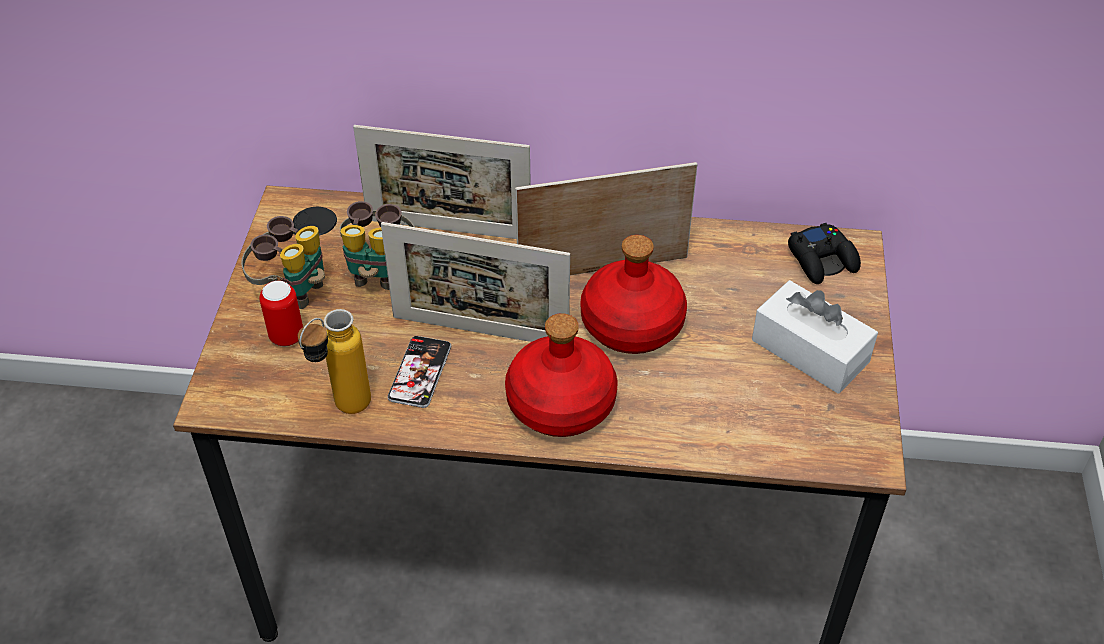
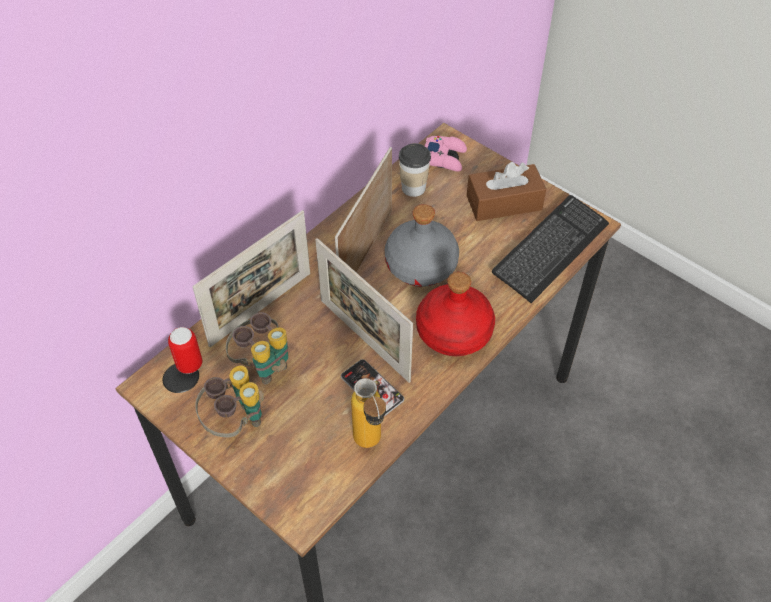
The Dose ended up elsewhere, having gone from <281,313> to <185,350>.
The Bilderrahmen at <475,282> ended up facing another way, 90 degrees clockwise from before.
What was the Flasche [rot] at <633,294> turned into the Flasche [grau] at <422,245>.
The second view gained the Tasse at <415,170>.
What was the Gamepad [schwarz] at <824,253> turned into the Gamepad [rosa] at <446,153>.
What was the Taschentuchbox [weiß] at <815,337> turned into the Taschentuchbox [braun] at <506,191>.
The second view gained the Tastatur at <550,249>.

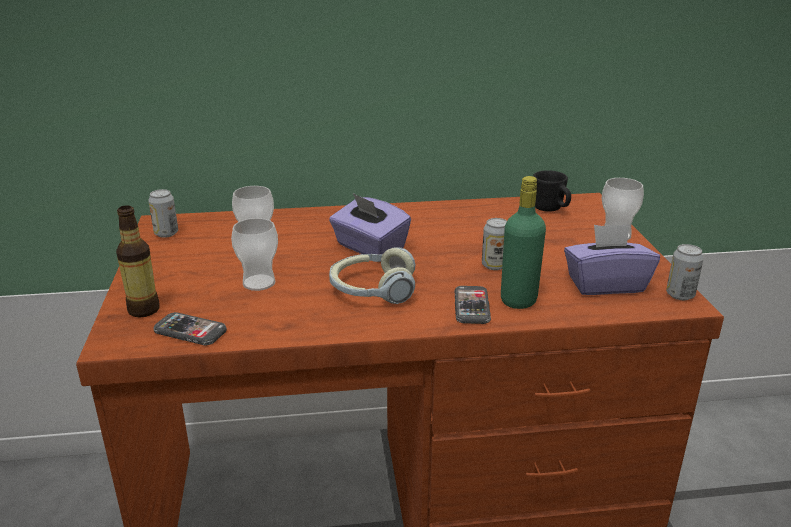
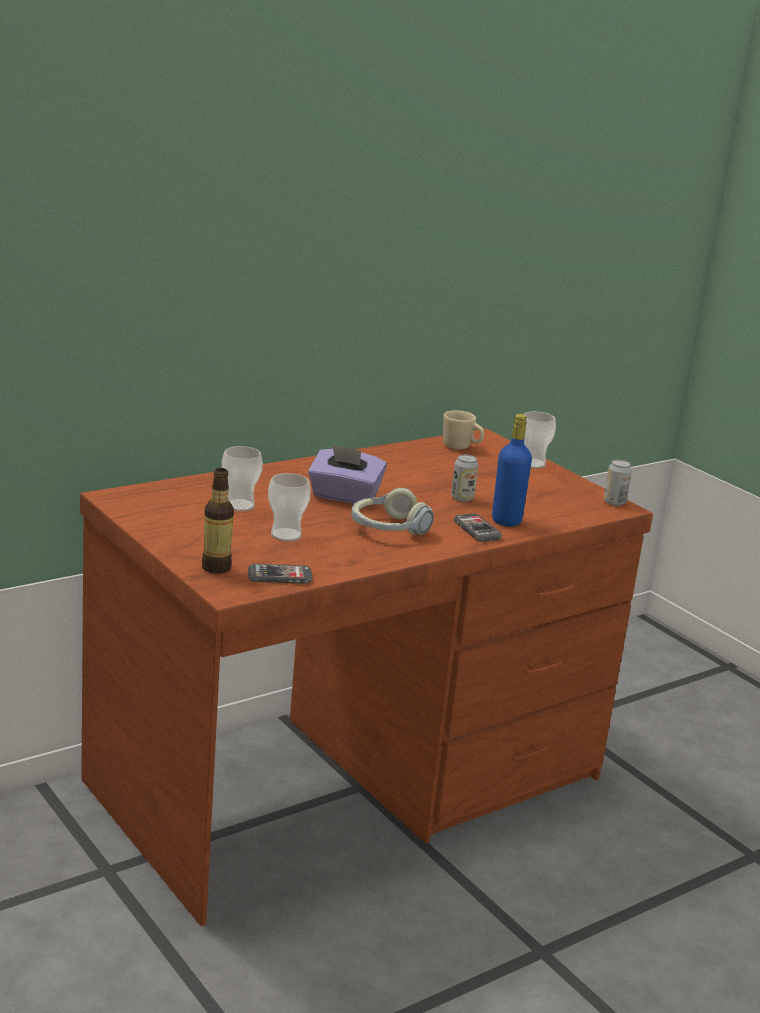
What was the Henkelbecher [schwarz] at <552,191> turned into the Henkelbecher [beige] at <463,430>.
What was the Flasche [grün] at <523,242> turned into the Flasche [blau] at <512,470>.
The second view lost the Dose at <163,213>.
The second view lost the Taschentuchbox [lila] at <612,259>.

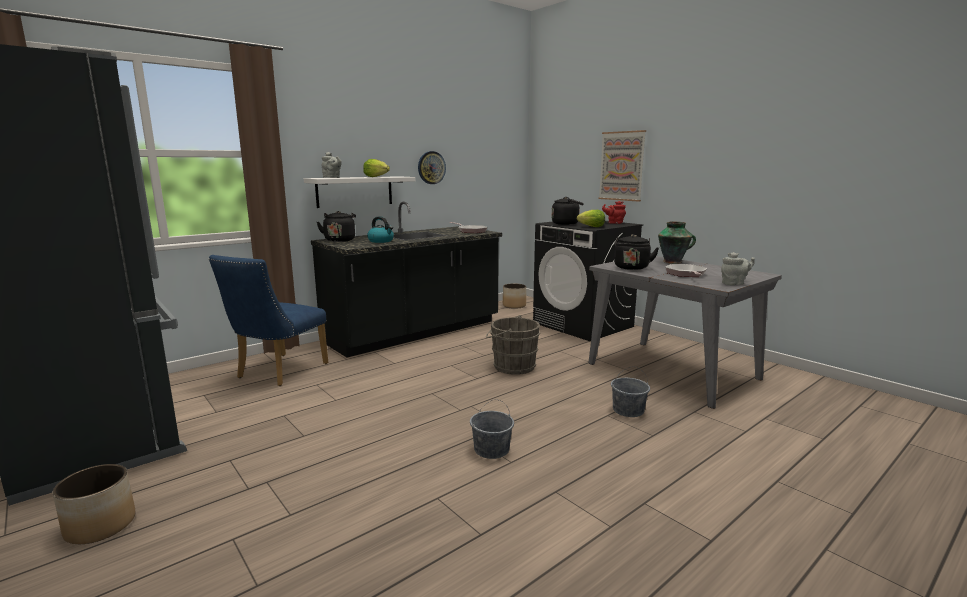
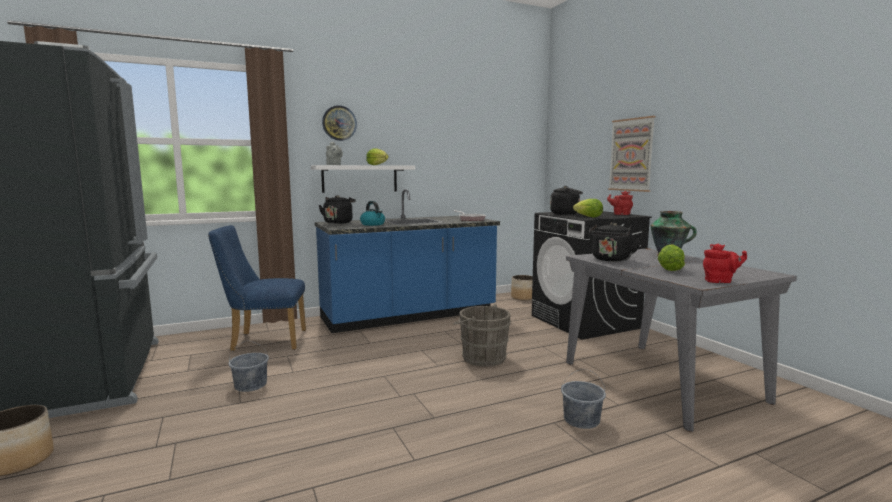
The Stuhl [blau] at <268,320> ended up facing another way, 45 degrees clockwise from before.
The Eimer [grau] ended up elsewhere, having gone from <492,429> to <249,366>.
What was the Küchenzeile [schwarz] at <406,279> turned into the Küchenzeile [blau] at <407,261>.
The Wanduhr ended up elsewhere, having gone from <432,167> to <339,123>.
Where the Pfanne stood at <686,270>, the Salatkopf came to stand at <671,257>.
What was the Teekanne [grau] at <738,268> turned into the Teekanne [rot] at <725,263>.

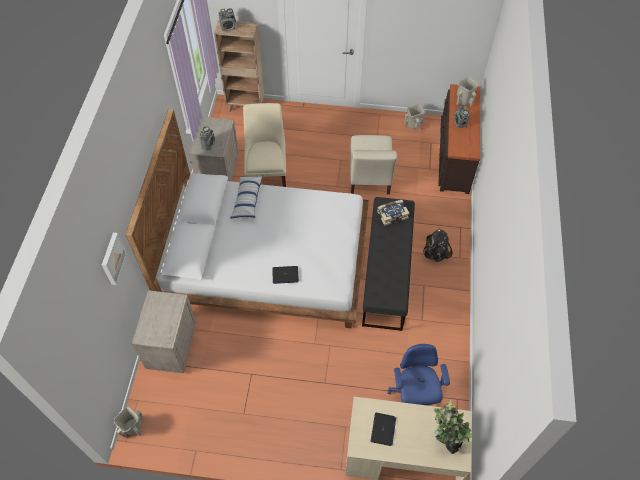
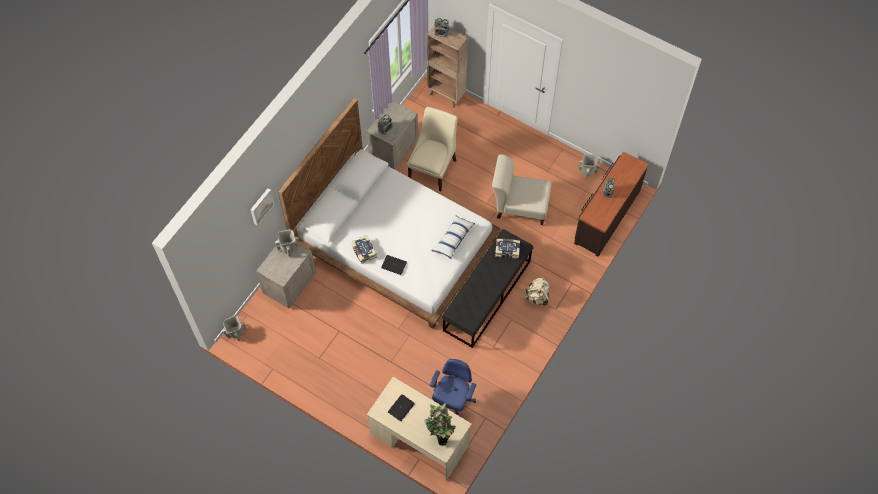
The Vase [beige] ended up elsewhere, having gone from <468,92> to <286,243>.
The second view gained the Buch at <364,249>.
The Kissen ended up elsewhere, having gone from <246,197> to <453,237>.
The Stuhl [beige] at <374,164> ended up facing another way, 75 degrees clockwise from before.
What was the Rucksack [schwarz] at <438,245> turned into the Rucksack [beige] at <537,291>.

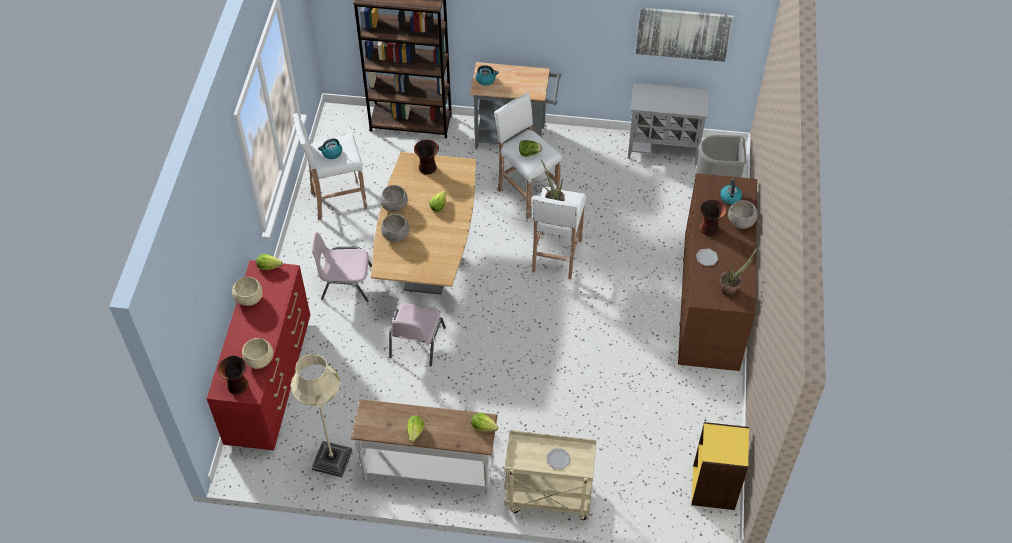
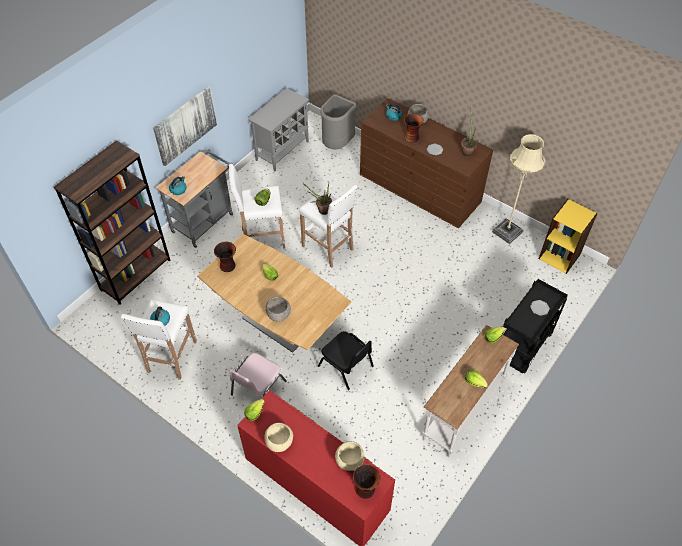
The Bild ended up elsewhere, having gone from <684,34> to <185,126>.
What was the Stuhl [rosa] at <417,334> turned into the Stuhl [schwarz] at <346,360>.
The Stehlampe [beige] ended up elsewhere, having gone from <321,415> to <518,189>.
What was the Rollwagen [beige] at <550,474> turned into the Rollwagen [schwarz] at <535,326>.
The second view lost the Schüssel [grau] at <394,198>.

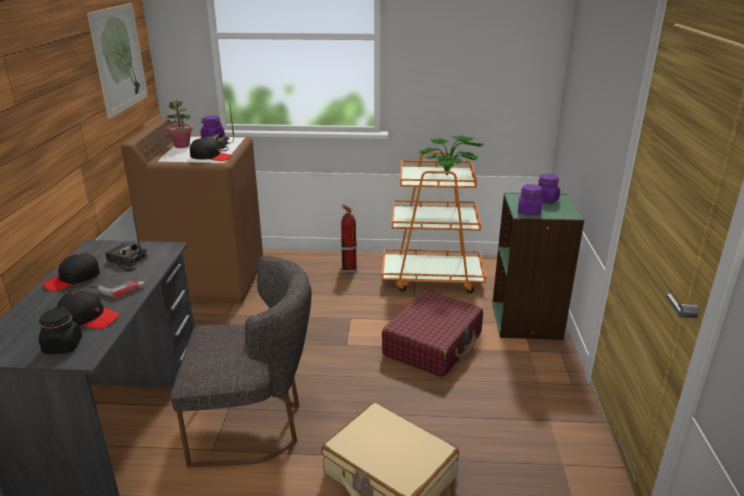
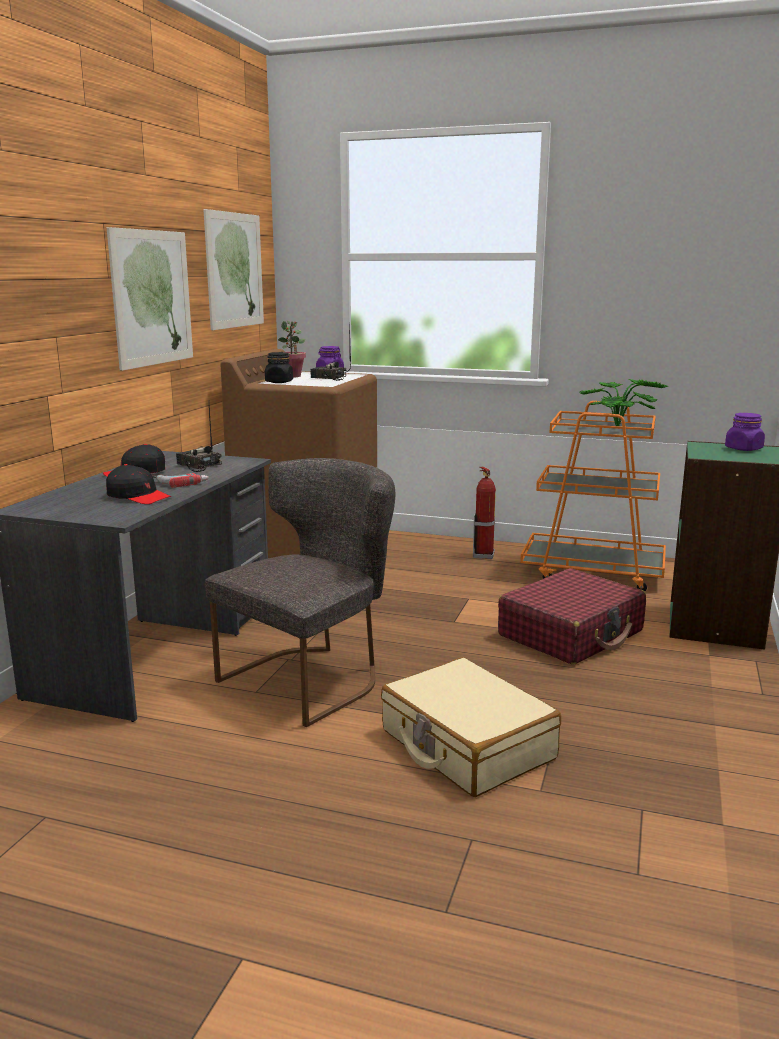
The second view gained the Bild at <150,299>.
The Stuhl [grau] at <240,361> ended up facing another way, 60 degrees counterclockwise from before.
The Vorratsglas [schwarz] ended up elsewhere, having gone from <60,330> to <279,367>.
The second view lost the Kappe [schwarz] at <211,149>.
The second view lost the Vorratsglas [lila] at <530,199>.

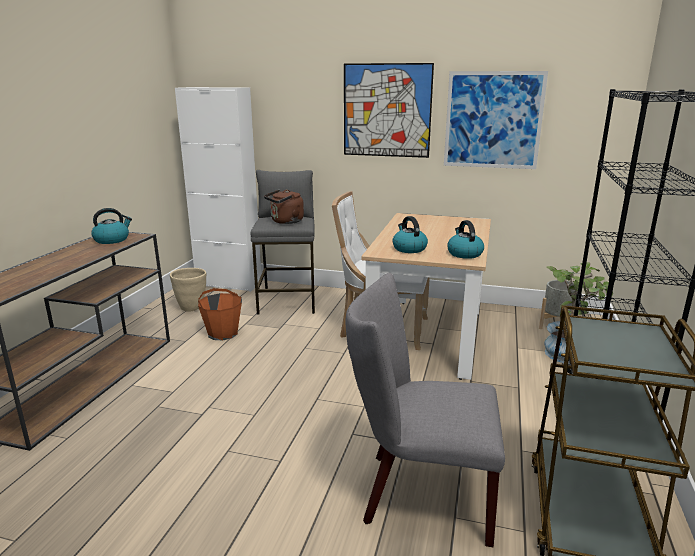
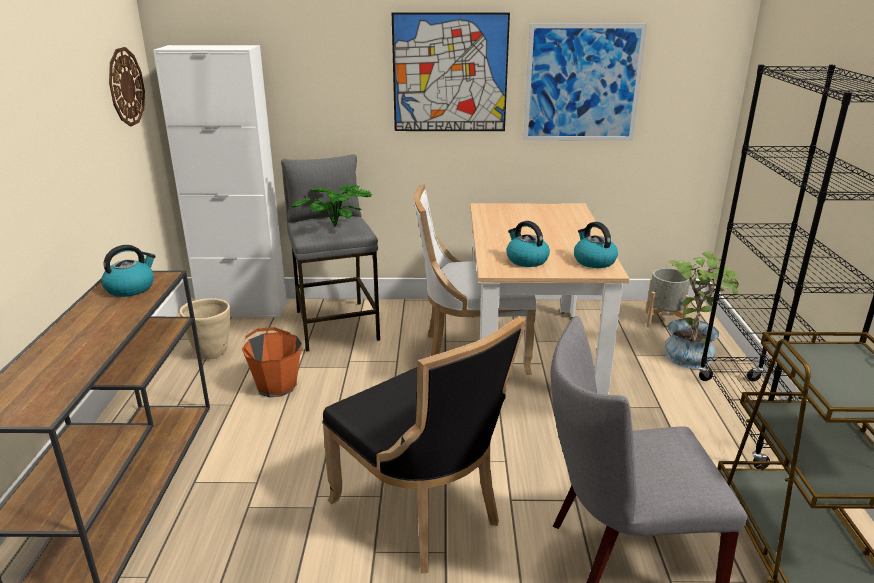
The second view gained the Wanduhr at <127,87>.
Where the Wasserkessel [braun] stood at <284,206>, the Topfpflanze came to stand at <331,205>.
The second view gained the Stuhl [schwarz] at <424,444>.

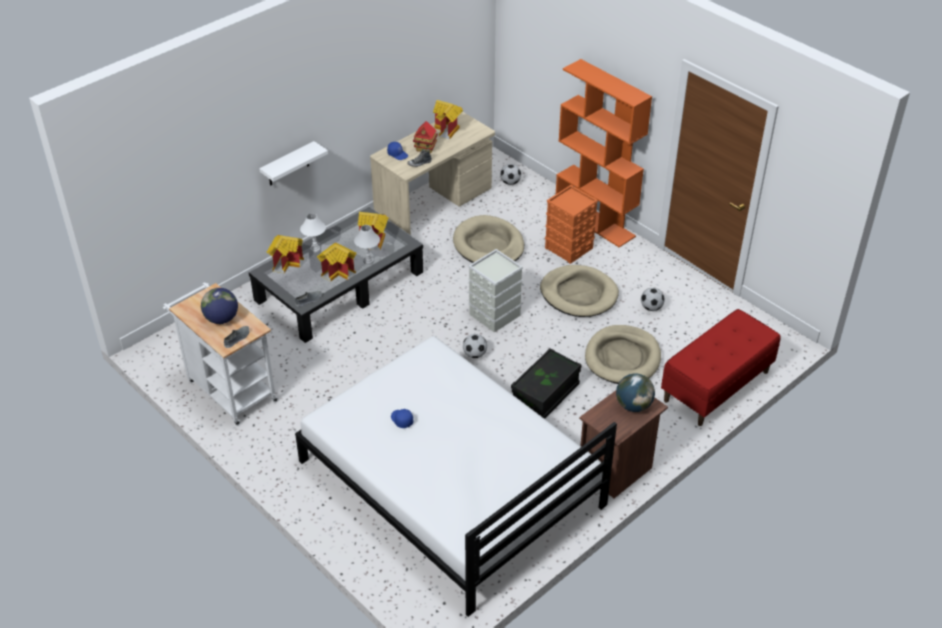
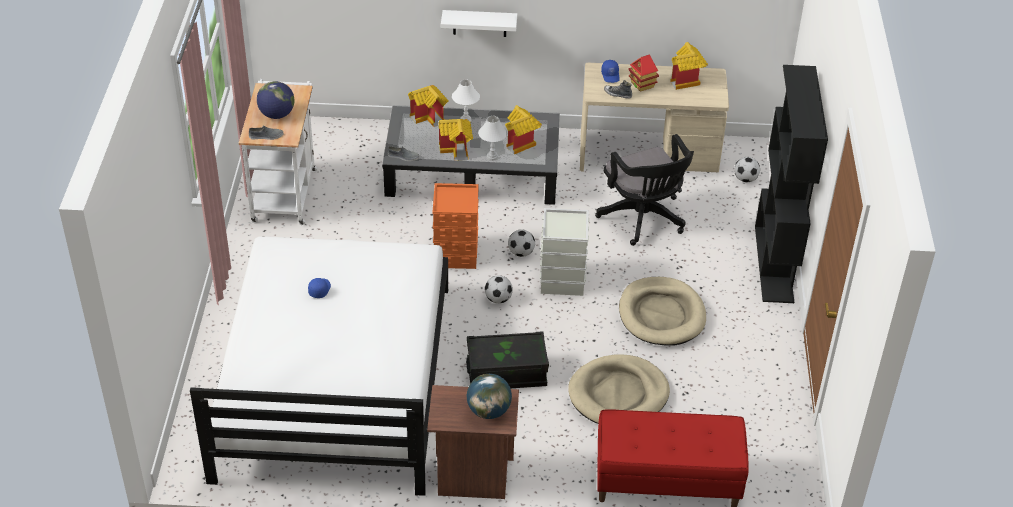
The Aufbewahrungsbox [orange] ended up elsewhere, having gone from <571,224> to <456,226>.
The Fußball ended up elsewhere, having gone from <653,299> to <521,243>.
Where the Hundebett [beige] stood at <488,239>, the Bürostuhl [schwarz] came to stand at <644,190>.
What was the Bücherregal [orange] at <604,153> turned into the Bücherregal [schwarz] at <791,184>.

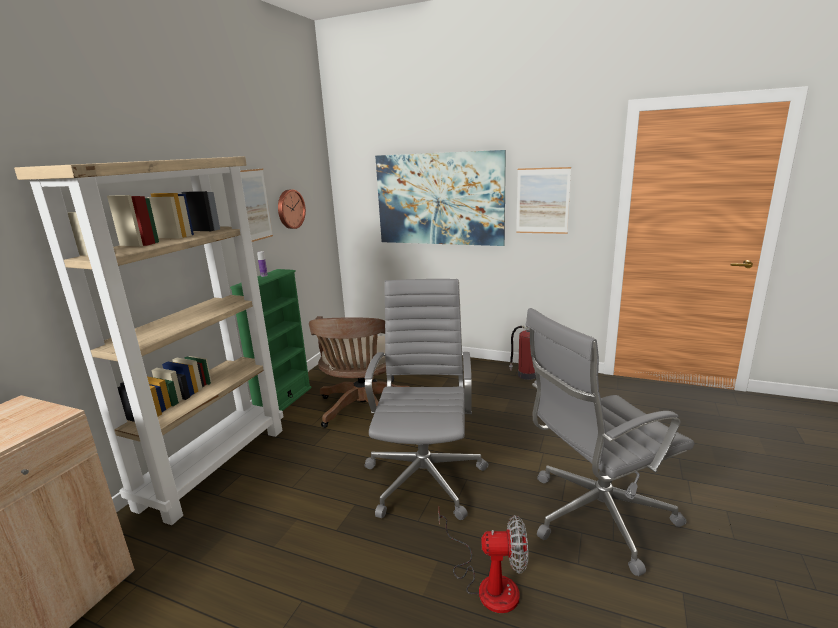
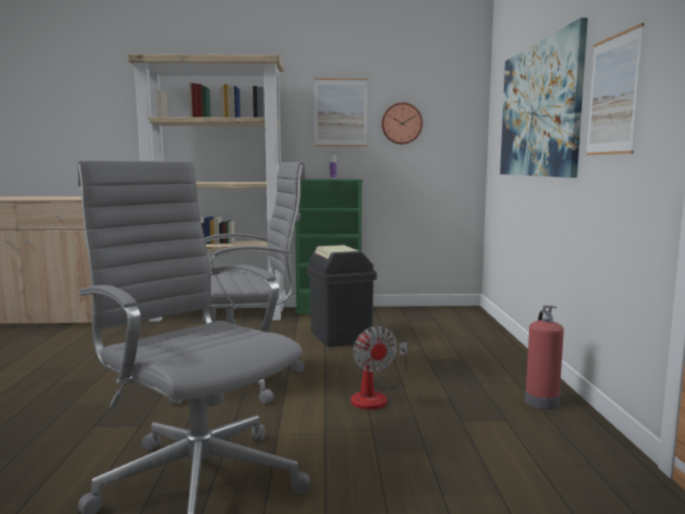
Where the Bürostuhl [braun] stood at <359,372>, the Mülleimer [schwarz] came to stand at <342,296>.
The Ventilator ended up elsewhere, having gone from <483,564> to <379,368>.

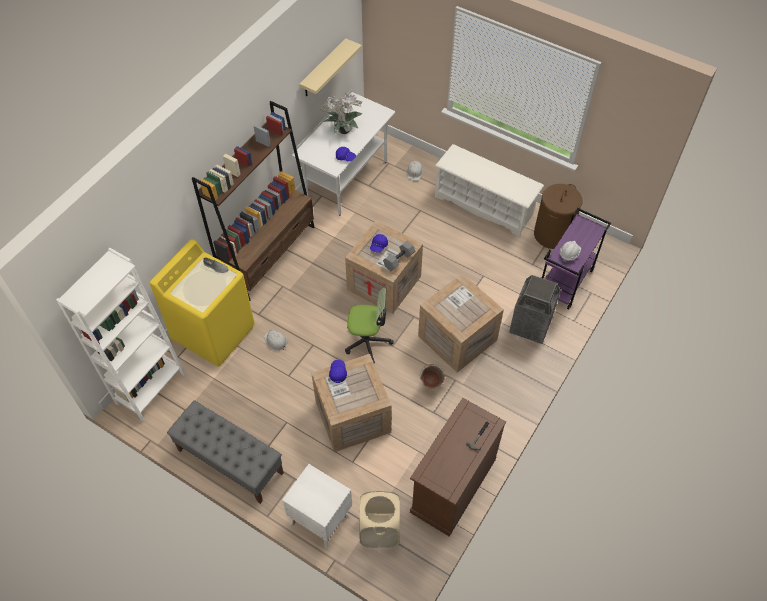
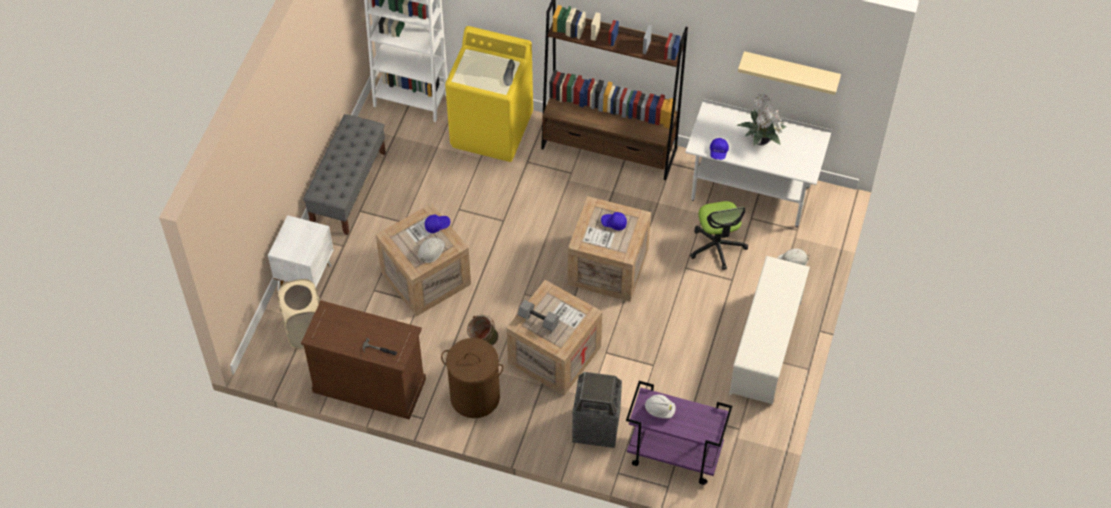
The Schutzhelm [weiß] ended up elsewhere, having gone from <275,340> to <431,250>.
The Wäschekorb [braun] ended up elsewhere, having gone from <558,216> to <472,378>.
The Hantel [grau] ended up elsewhere, having gone from <399,256> to <539,316>.
The Bürostuhl ended up elsewhere, having gone from <369,325> to <719,235>.

